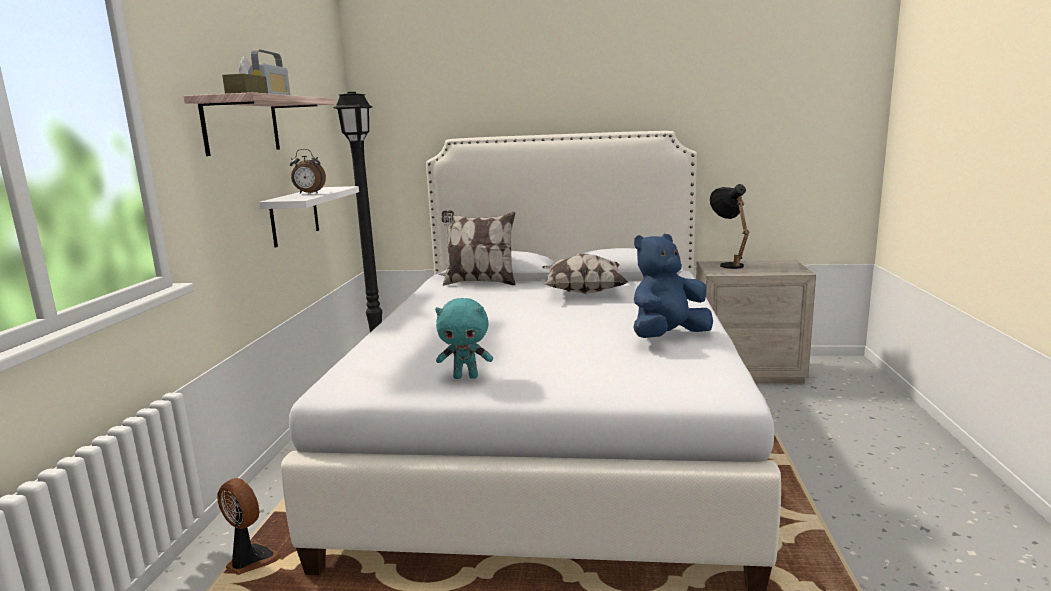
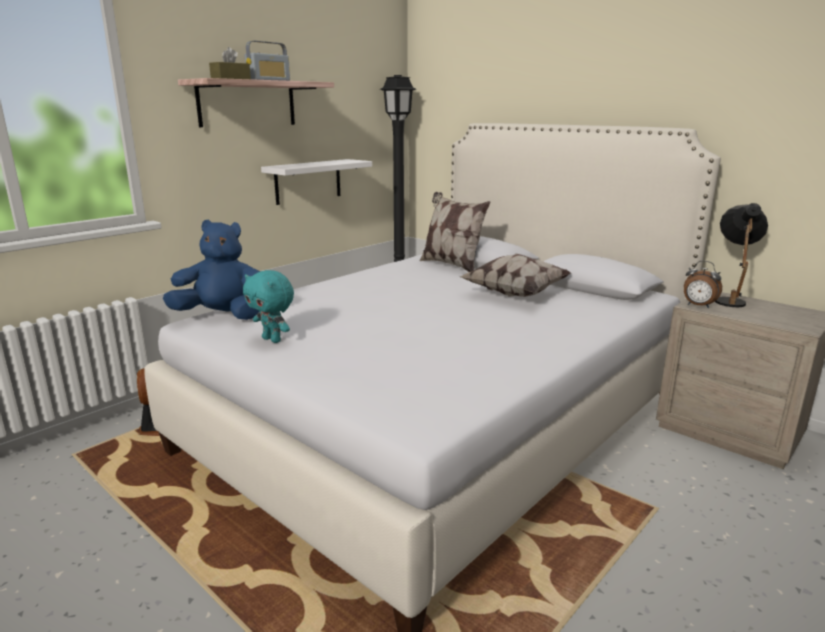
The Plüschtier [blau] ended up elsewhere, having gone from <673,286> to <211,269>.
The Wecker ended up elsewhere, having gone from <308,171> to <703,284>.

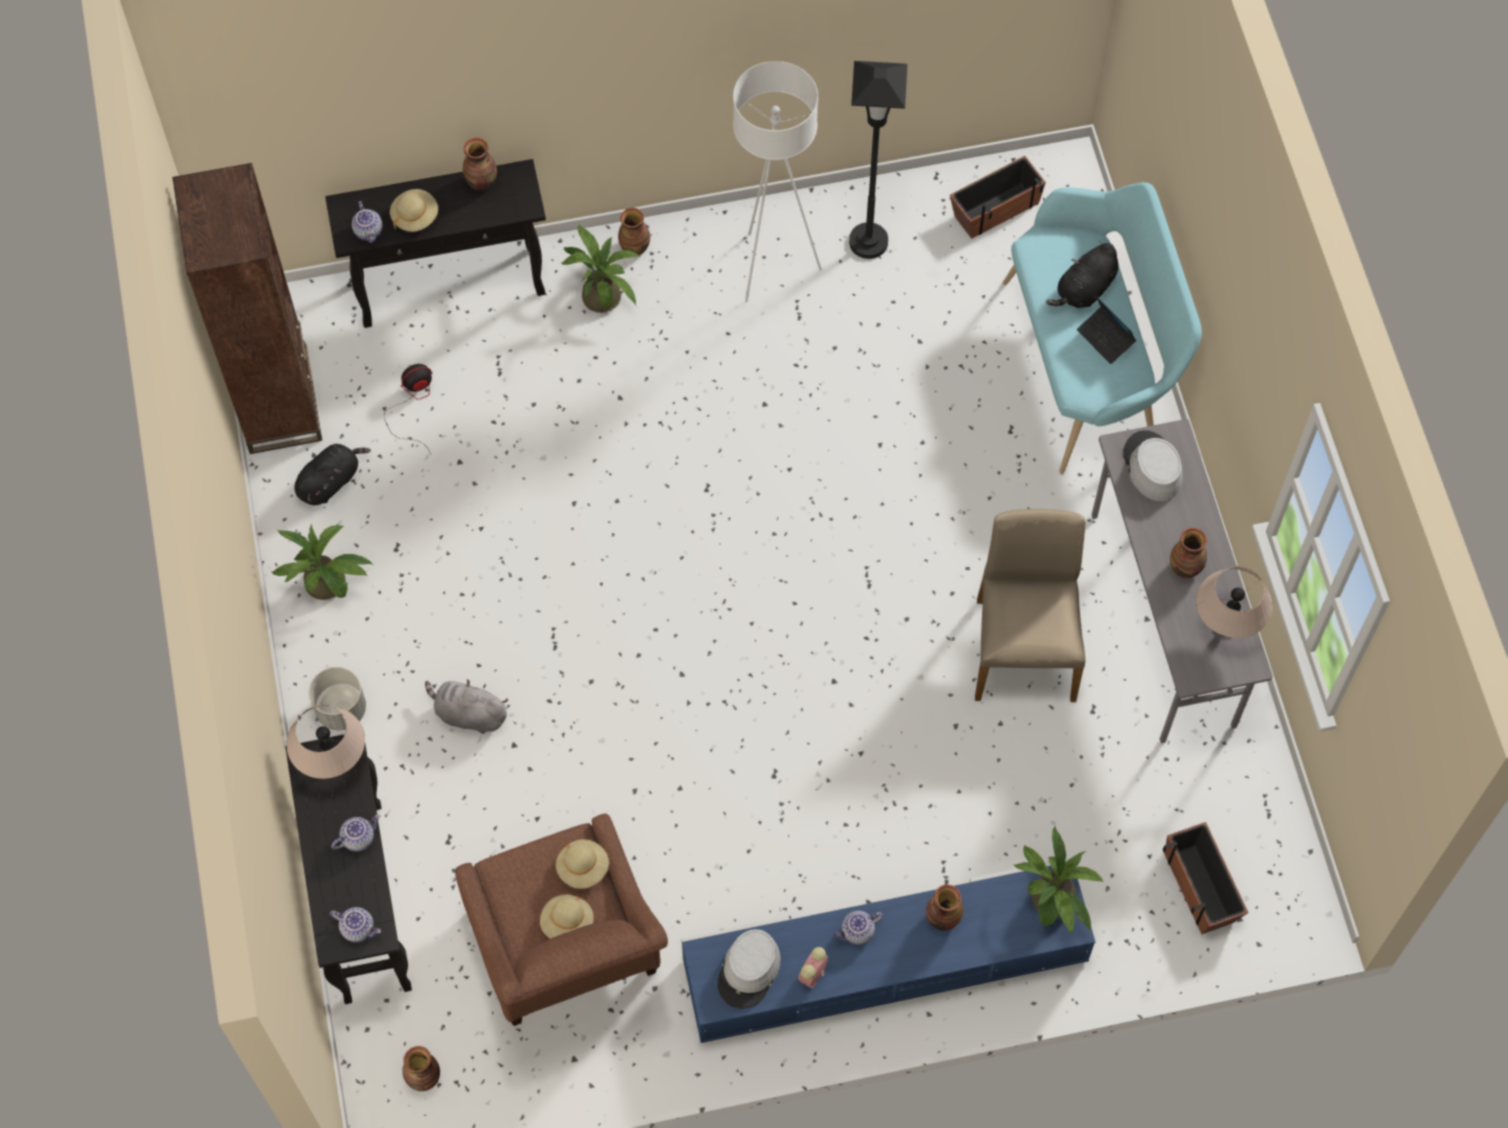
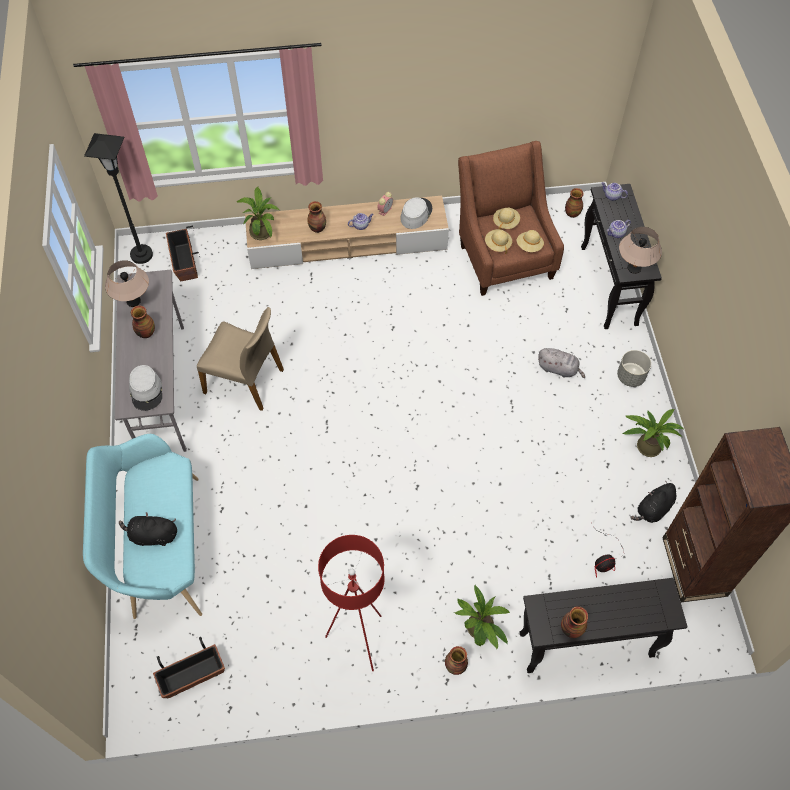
The Stehlampe [schwarz] ended up elsewhere, having gone from <878,160> to <118,198>.
The Plüschtier [schwarz] at <1082,274> ended up facing another way, 135 degrees counterclockwise from before.
The Stuhl [beige] at <1030,605> ended up facing another way, 75 degrees counterclockwise from before.
What was the Fernsehschrank [blau] at <888,950> turned into the Fernsehschrank [beige] at <347,232>.
What was the Stehlampe [weiß] at <777,181> turned into the Stehlampe [rot] at <351,603>.
The Hut [beige] ended up elsewhere, having gone from <414,210> to <530,241>.
The second view lost the Teekanne at <367,222>.
The second view lost the Laptop at <1106,330>.

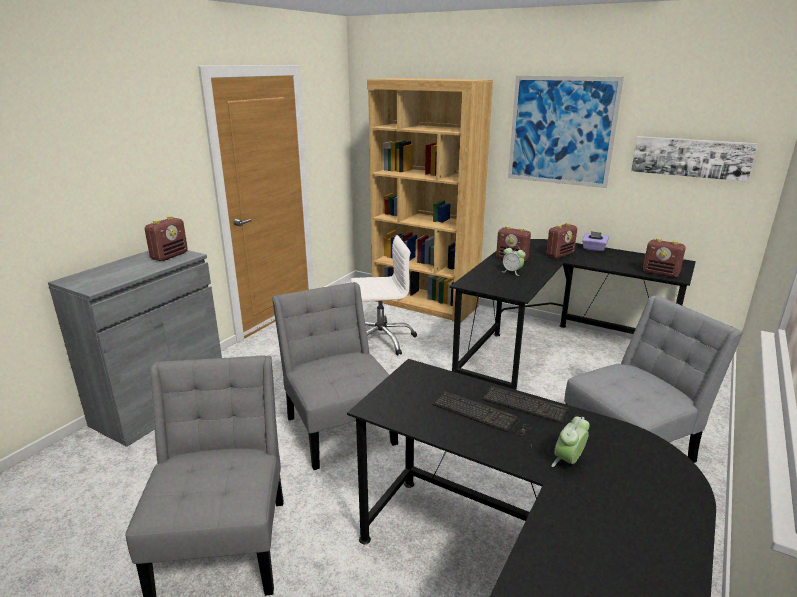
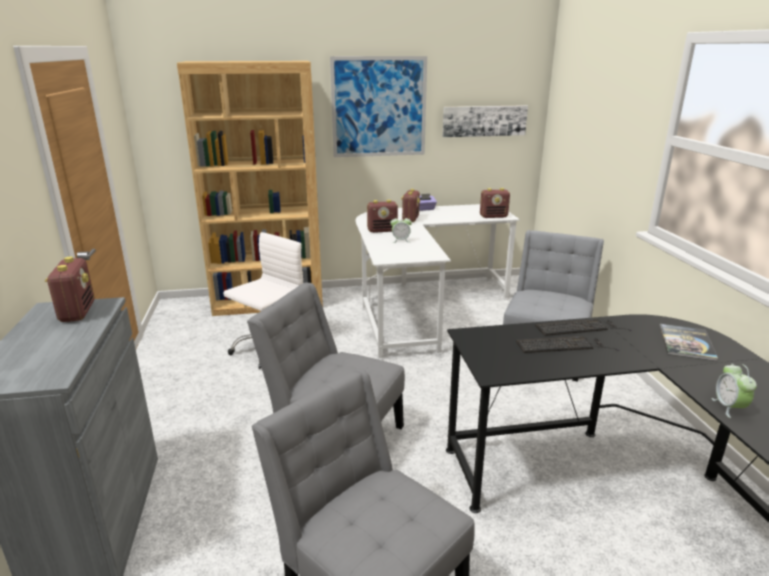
What was the Schreibtisch [schwarz] at <573,314> turned into the Schreibtisch [weiß] at <437,282>.
The second view gained the Buch at <688,342>.
The Wecker ended up elsewhere, having gone from <570,441> to <734,391>.

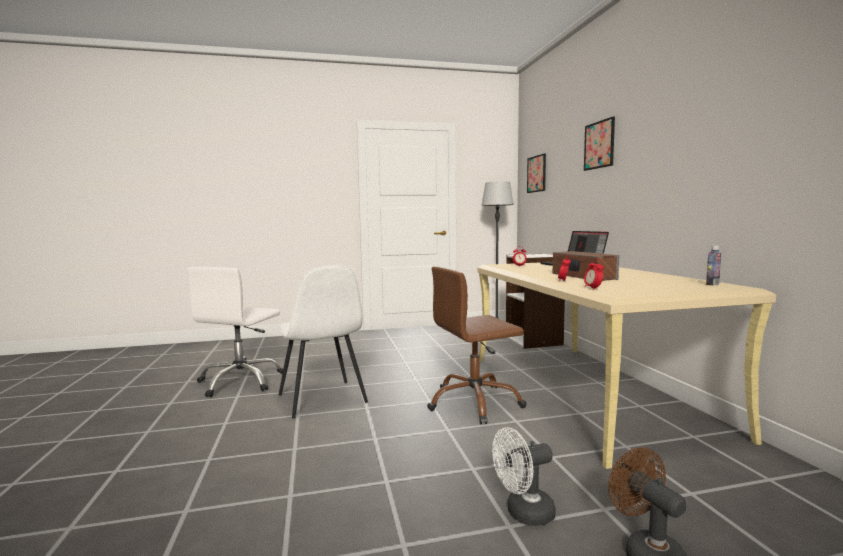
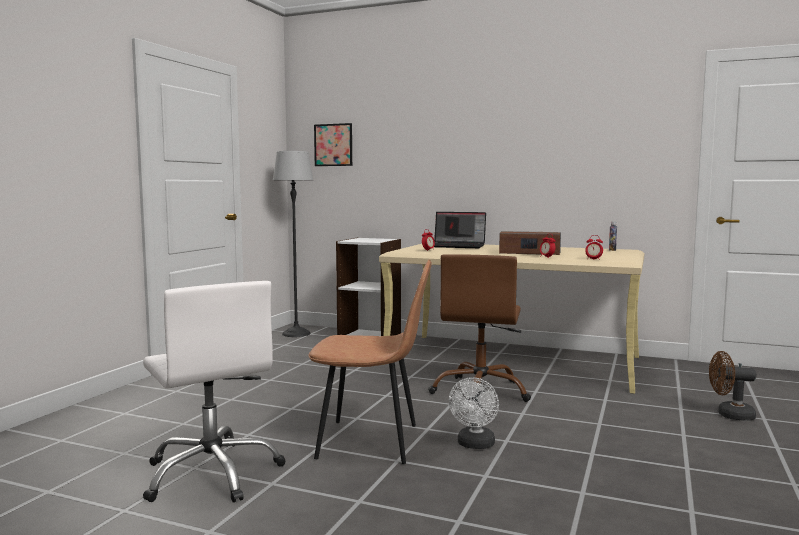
What was the Stuhl [weiß] at <323,341> turned into the Stuhl [braun] at <370,362>.
The Ventilator [weiß] ended up elsewhere, having gone from <524,476> to <474,413>.
The second view lost the Bild at <599,143>.

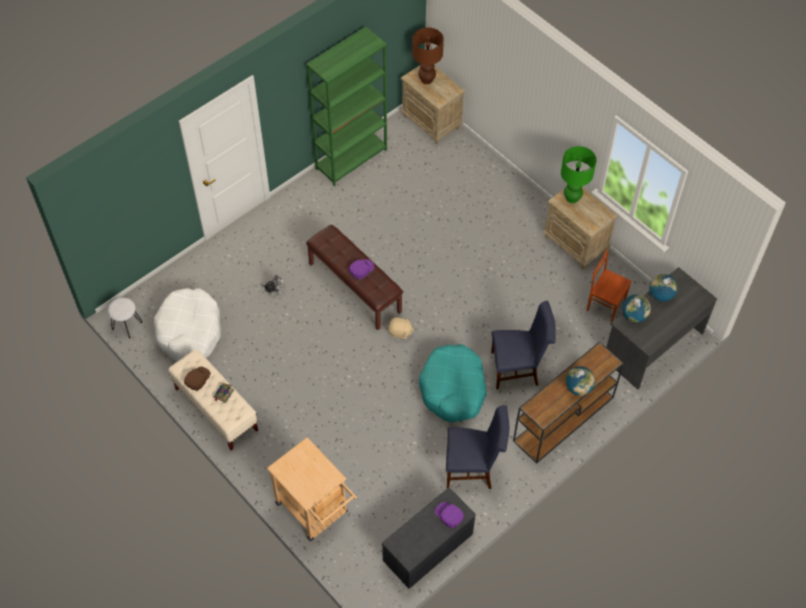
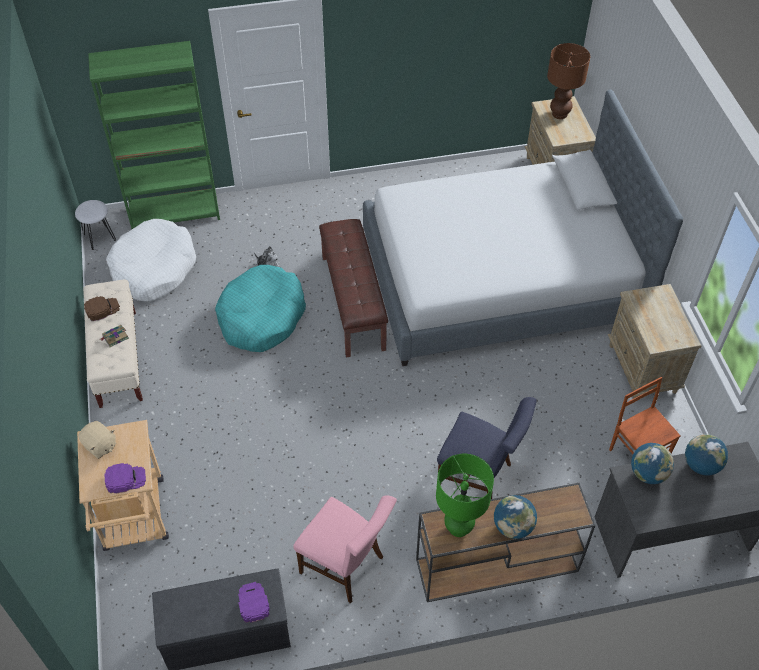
The Plüschtier [beige] ended up elsewhere, having gone from <401,328> to <97,440>.
The Bücherregal [grün] ended up elsewhere, having gone from <346,106> to <154,135>.
The Kappe [lila] ended up elsewhere, having gone from <362,269> to <125,478>.
The Hundebett [türkis] ended up elsewhere, having gone from <453,383> to <260,308>.
What was the Stuhl [blau] at <477,447> turned into the Stuhl [rosa] at <345,549>.
The second view gained the Bett at <523,227>.
The Tischlampe [grün] ended up elsewhere, having gone from <579,174> to <465,495>.

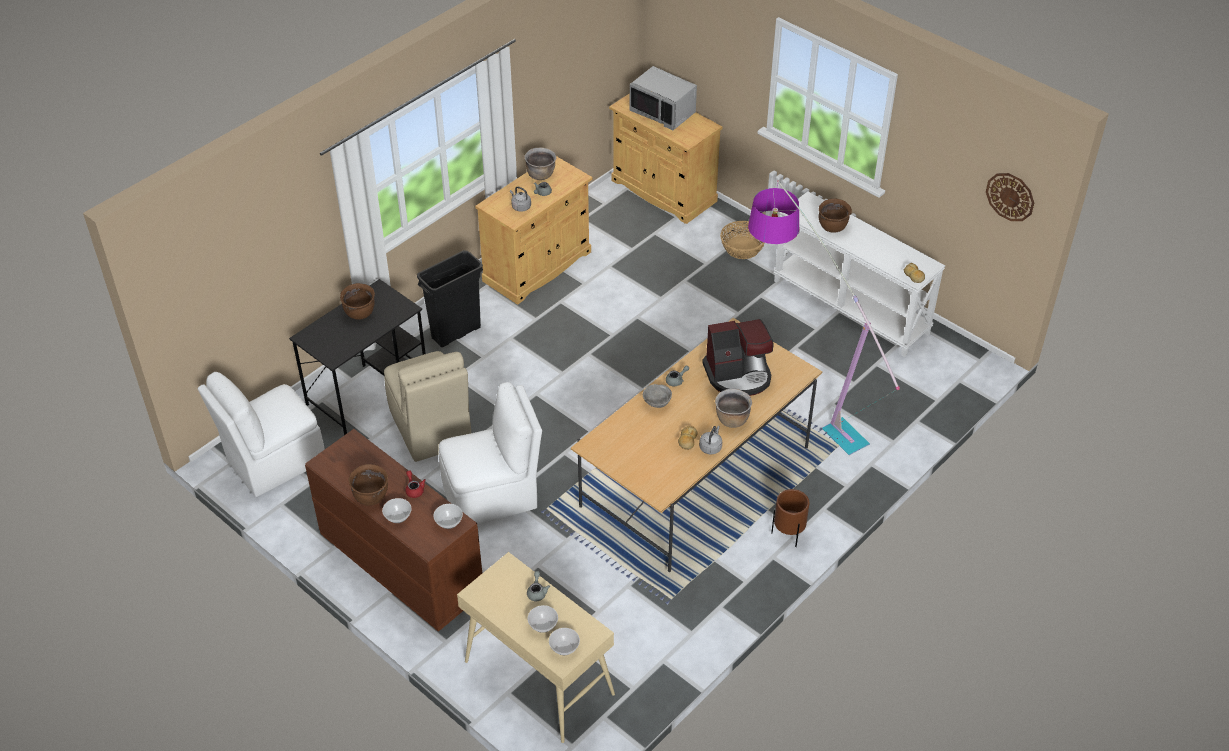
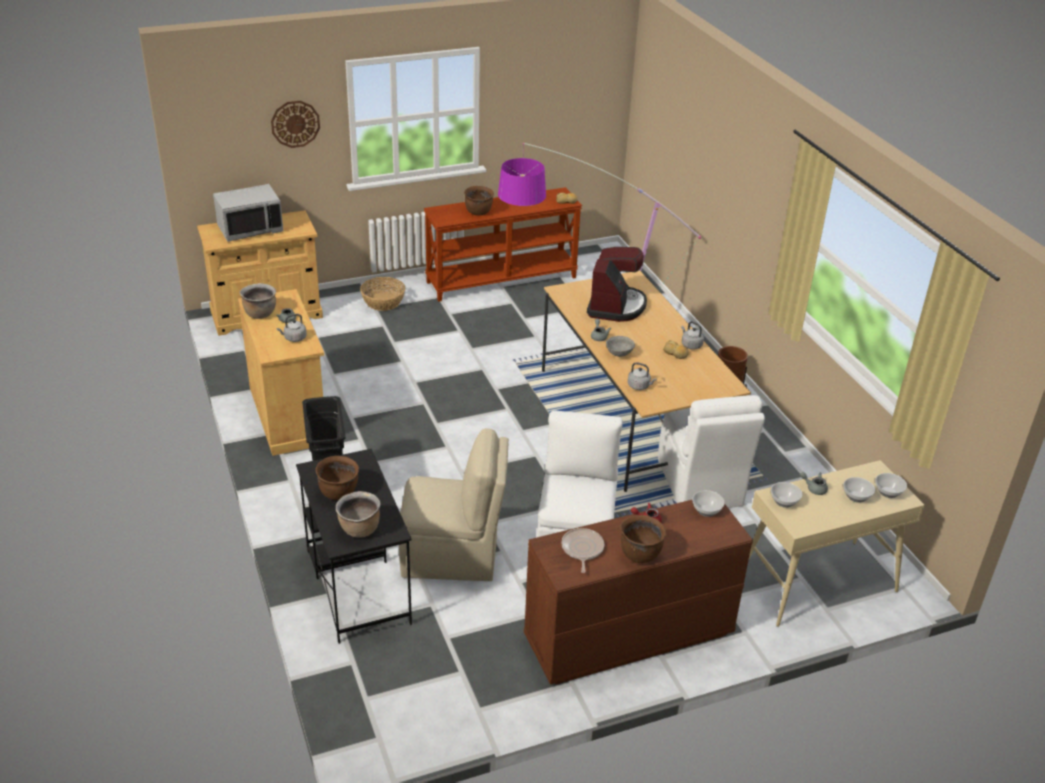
The Wanduhr ended up elsewhere, having gone from <1010,197> to <295,124>.
The Kochtopf [braun] ended up elsewhere, having gone from <733,408> to <358,514>.
What was the Konsolentisch [weiß] at <859,274> turned into the Konsolentisch [braun] at <503,244>.
The second view gained the Pfanne at <582,550>.
The second view gained the Wasserkessel [grau] at <642,376>.
The Stuhl [weiß] ended up elsewhere, having gone from <261,434> to <711,451>.
The Schüssel ended up elsewhere, having gone from <396,510> to <786,495>.

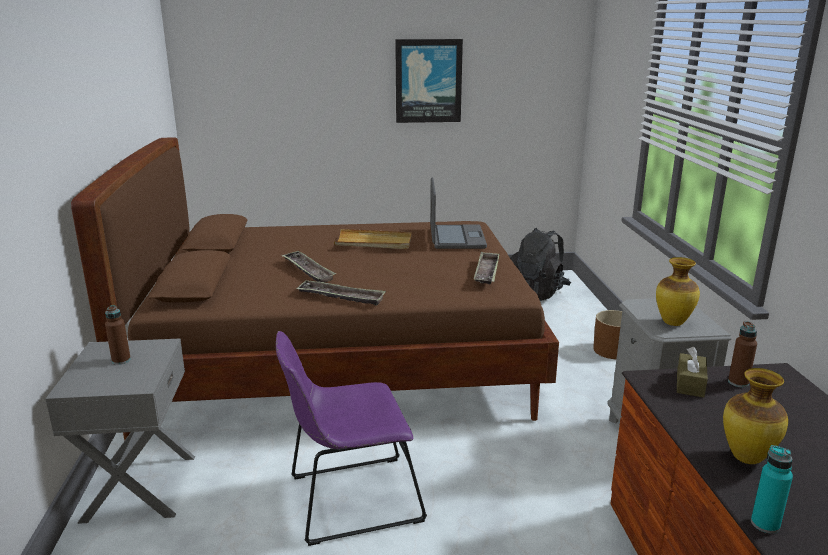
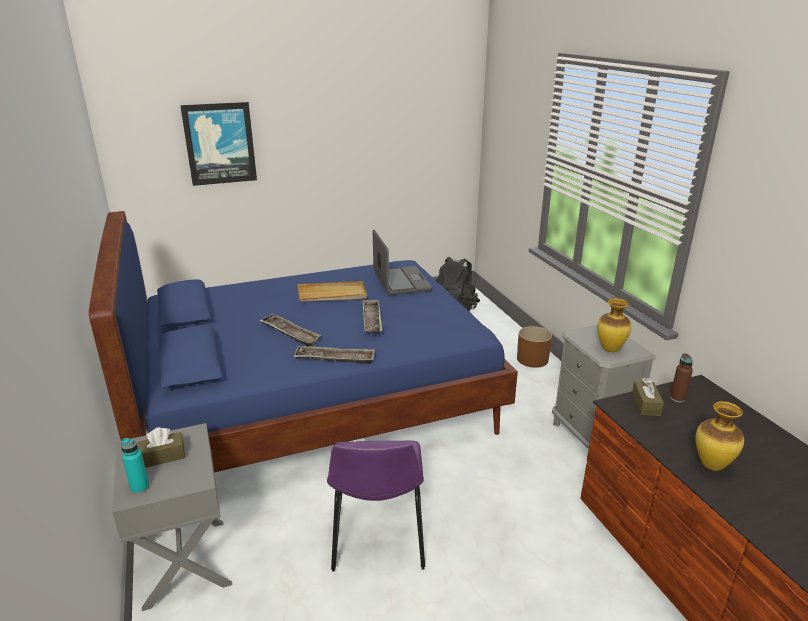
What was the Bett [braun] at <315,289> turned into the Bett [blau] at <303,341>.
The Flasche [türkis] ended up elsewhere, having gone from <772,489> to <135,466>.
Where the Flasche [braun] stood at <118,335>, the Taschentuchbox [braun] came to stand at <161,447>.
The Bild ended up elsewhere, having gone from <429,81> to <218,144>.
The Stuhl [lila] at <351,438> ended up facing another way, 60 degrees counterclockwise from before.
The Tablett ended up elsewhere, having gone from <487,268> to <372,316>.

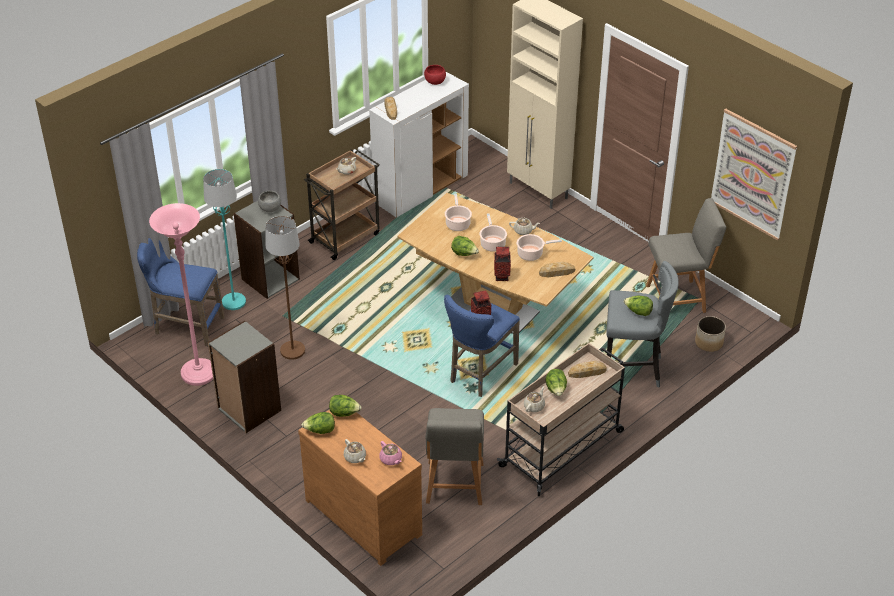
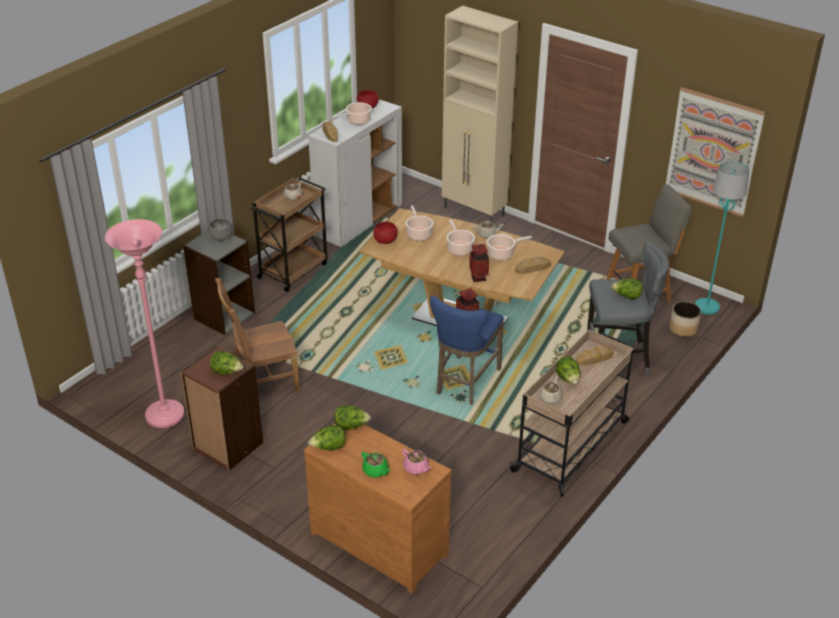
What was the Bücherregal [grau] at <244,376> turned into the Bücherregal [braun] at <222,408>.
The Salatkopf ended up elsewhere, having gone from <465,246> to <226,363>.
Where the Stehlampe [braun] stood at <285,288>, the Stuhl [braun] came to stand at <257,334>.
The second view gained the Kochtopf at <354,113>.
What was the Teekanne [beige] at <355,451> turned into the Teekanne [grün] at <376,465>.
The second view gained the Schüssel [rot] at <385,233>.
The Stehlampe [türkis] ended up elsewhere, having gone from <224,239> to <722,238>.
The second view lost the Hocker [blau] at <181,292>.
The second view lost the Stuhl [grau] at <454,456>.

